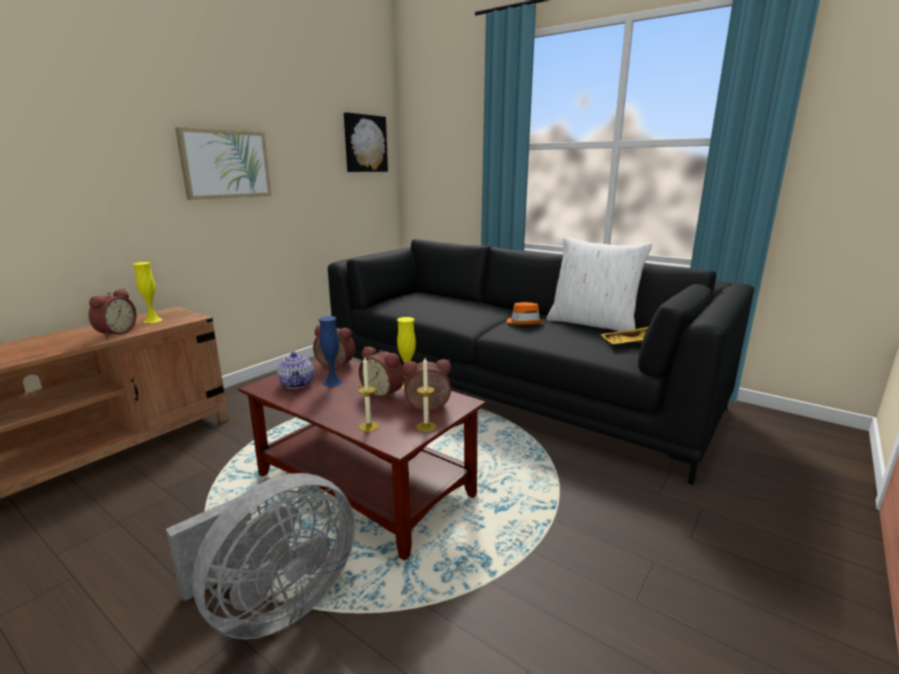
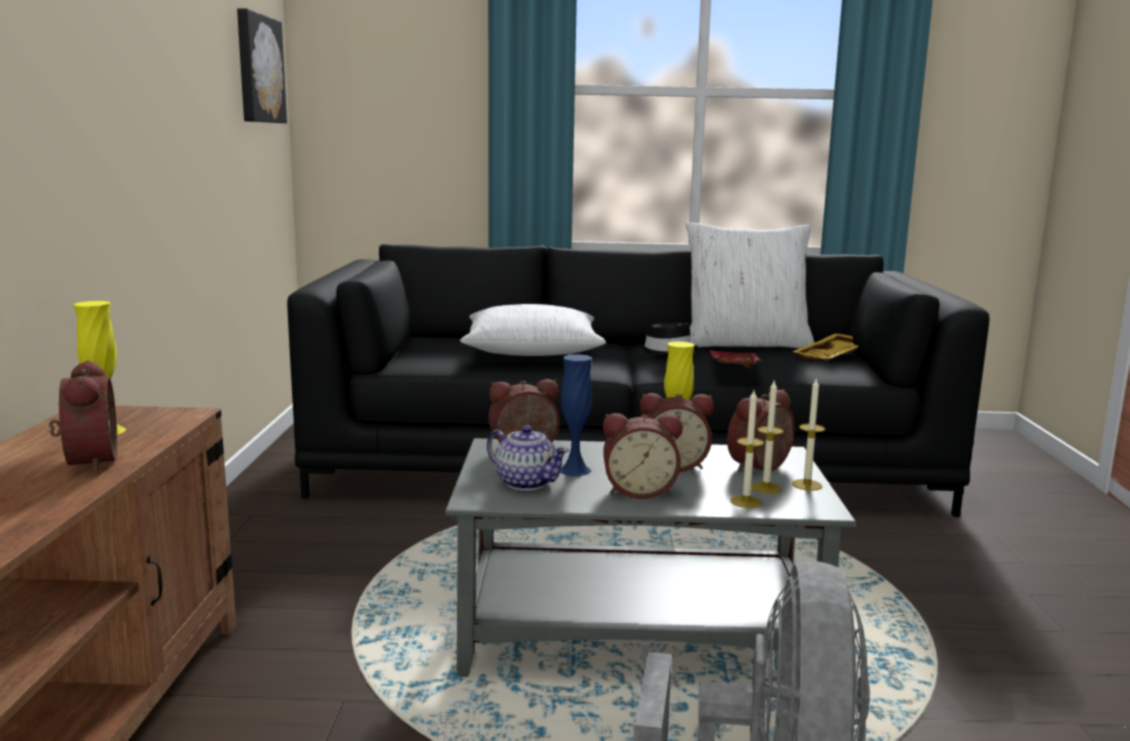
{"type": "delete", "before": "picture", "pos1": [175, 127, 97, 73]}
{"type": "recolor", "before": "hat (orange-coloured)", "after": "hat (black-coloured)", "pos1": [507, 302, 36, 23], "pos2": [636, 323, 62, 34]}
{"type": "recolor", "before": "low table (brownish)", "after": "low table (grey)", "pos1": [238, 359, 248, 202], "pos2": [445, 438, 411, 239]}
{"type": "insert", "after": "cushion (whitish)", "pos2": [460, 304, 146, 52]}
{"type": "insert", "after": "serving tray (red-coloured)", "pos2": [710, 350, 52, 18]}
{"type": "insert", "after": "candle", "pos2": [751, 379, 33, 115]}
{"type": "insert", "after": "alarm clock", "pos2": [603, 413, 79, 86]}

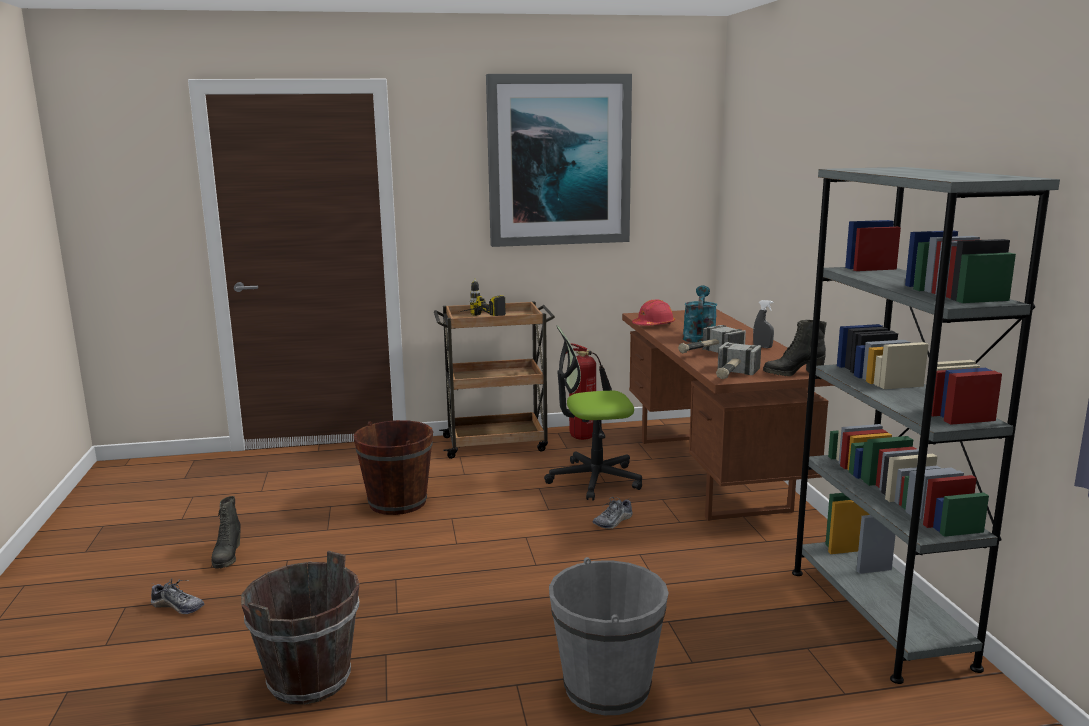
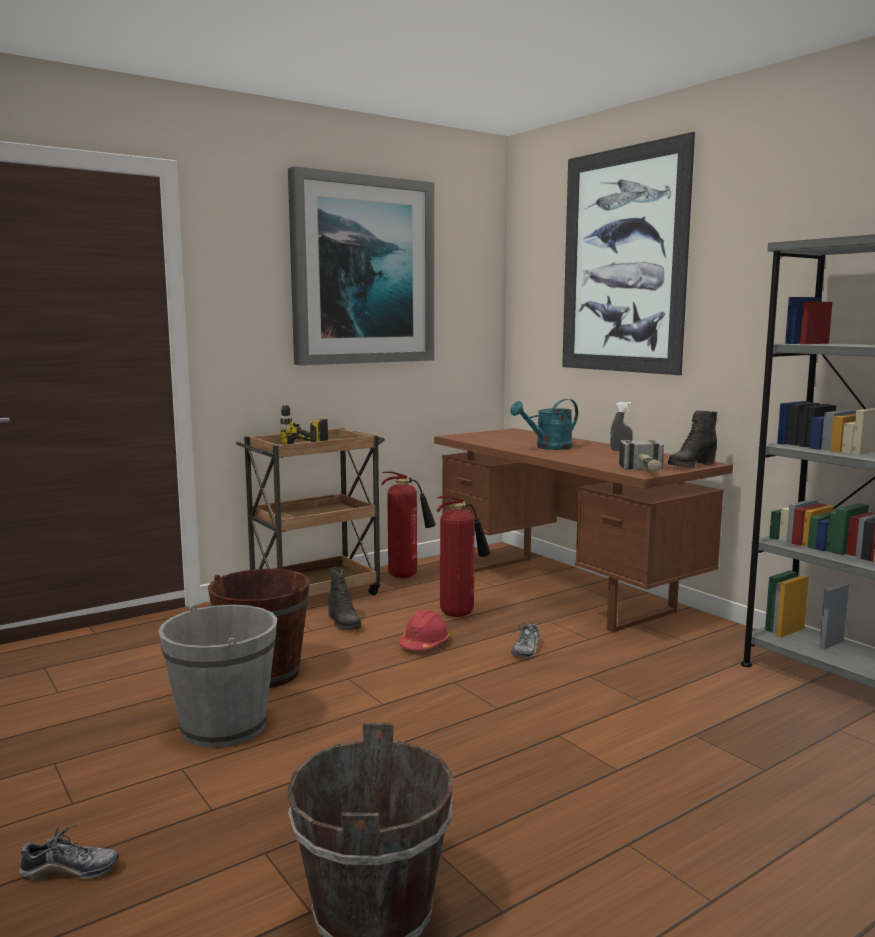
{"type": "rotate", "before": "watering pot (blue-green)", "pos1": [683, 285, 34, 58], "pos2": [510, 399, 68, 51], "turn": -105}
{"type": "move", "before": "work helmet (red-coloured)", "pos1": [632, 299, 43, 27], "pos2": [399, 610, 51, 40]}
{"type": "replace", "before": "computer chair", "after": "fire extinguisher", "pos1": [544, 325, 98, 175], "pos2": [437, 496, 54, 121]}
{"type": "delete", "before": "hammer", "pos1": [678, 325, 68, 28]}
{"type": "move", "before": "high-top boot (black-coloured)", "pos1": [212, 496, 29, 73], "pos2": [328, 567, 34, 63]}
{"type": "move", "before": "pail (grey)", "pos1": [549, 557, 120, 158], "pos2": [158, 605, 119, 143]}
{"type": "insert", "after": "picture", "pos2": [562, 132, 133, 243]}

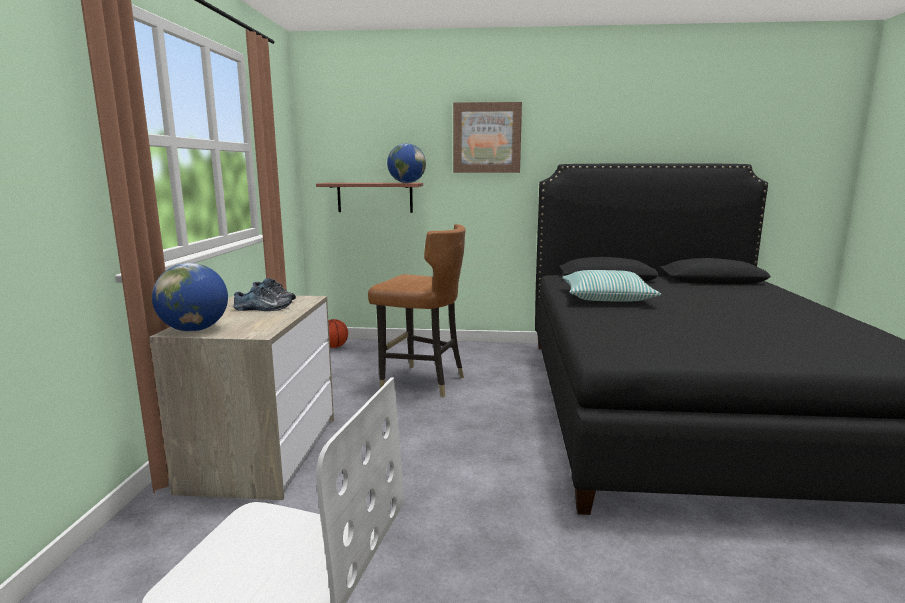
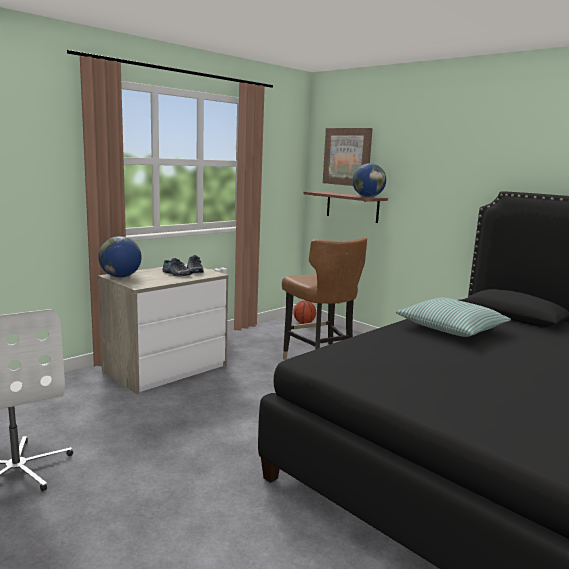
{"type": "move", "before": "picture", "pos1": [453, 102, 69, 71], "pos2": [323, 128, 50, 58]}

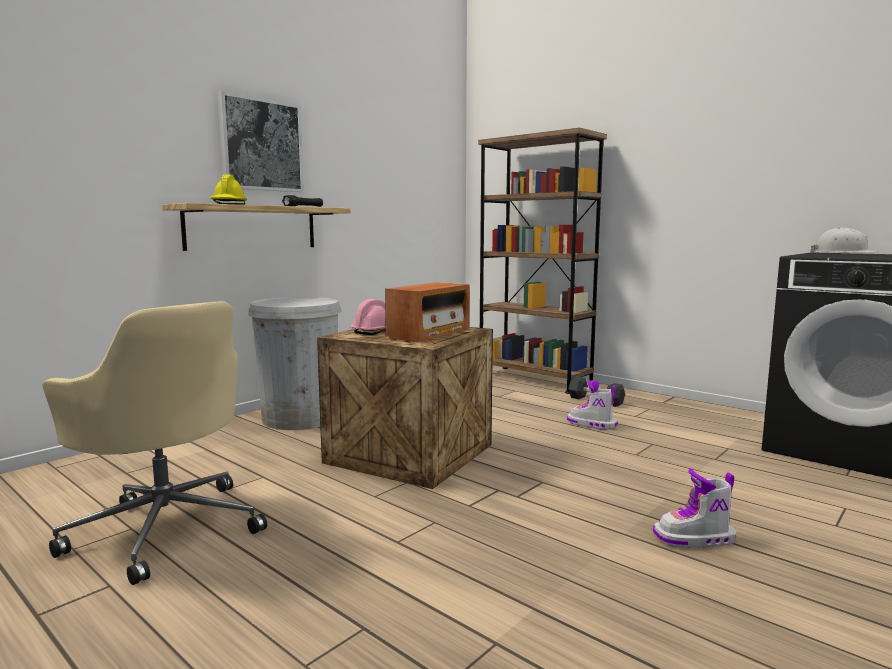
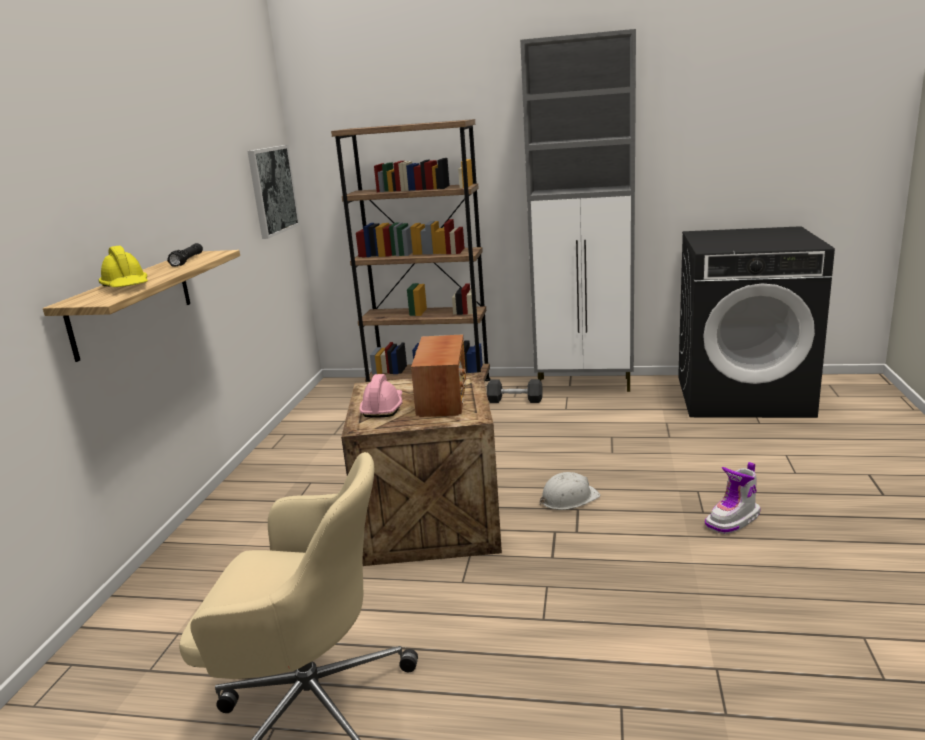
{"type": "move", "before": "picture", "pos1": [218, 91, 86, 101], "pos2": [248, 145, 52, 94]}
{"type": "move", "before": "work helmet (whitish)", "pos1": [810, 227, 69, 27], "pos2": [539, 472, 61, 38]}
{"type": "delete", "before": "trash can (whitish)", "pos1": [247, 297, 95, 133]}
{"type": "delete", "before": "high-top boot", "pos1": [567, 380, 51, 50]}
{"type": "insert", "after": "cupboard (grey)", "pos2": [520, 29, 116, 363]}

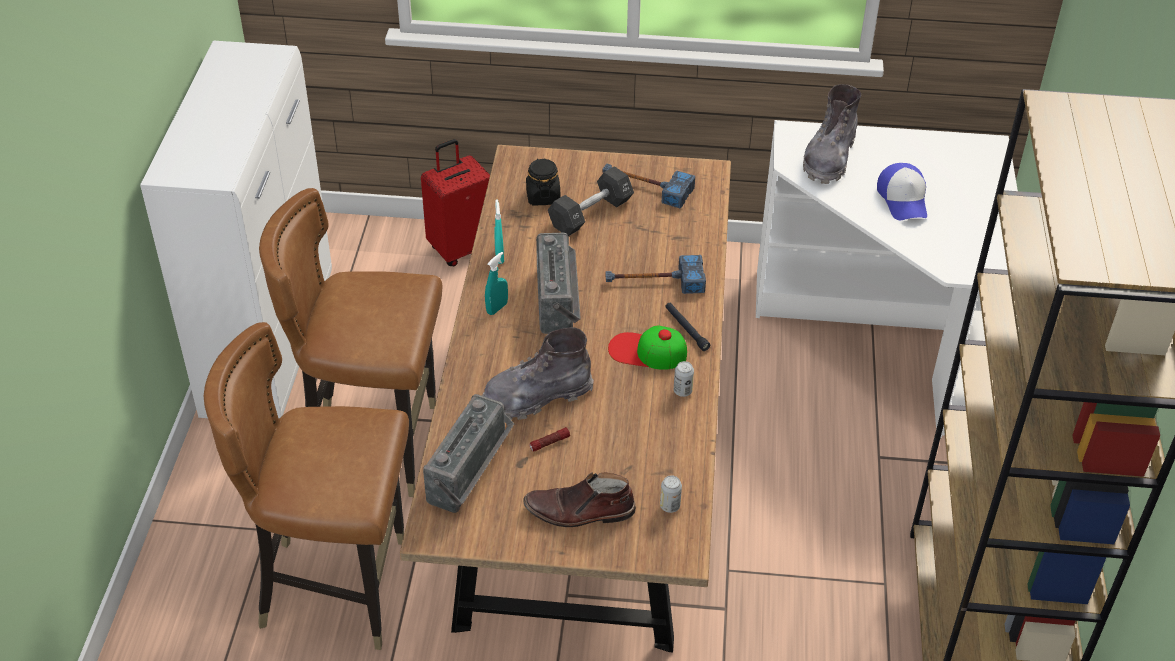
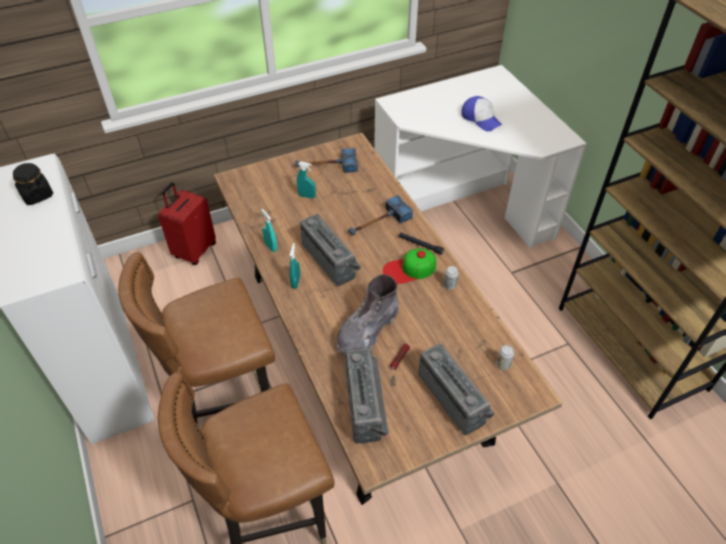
{"type": "delete", "before": "high-top boot (grey)", "pos1": [803, 84, 58, 100]}
{"type": "move", "before": "preserve jar (black-coloured)", "pos1": [526, 158, 34, 47], "pos2": [13, 163, 40, 42]}
{"type": "replace", "before": "dumbbell (black-coloured)", "after": "hand sprayer (blue-green)", "pos1": [548, 166, 86, 70], "pos2": [297, 162, 19, 36]}
{"type": "replace", "before": "high-top boot (brownish)", "after": "radio", "pos1": [523, 472, 113, 55], "pos2": [418, 343, 77, 92]}

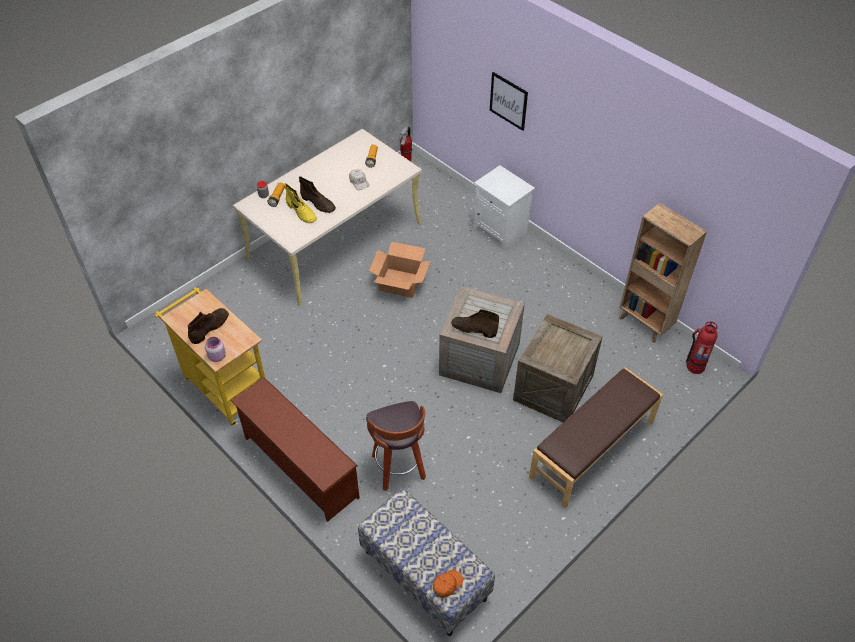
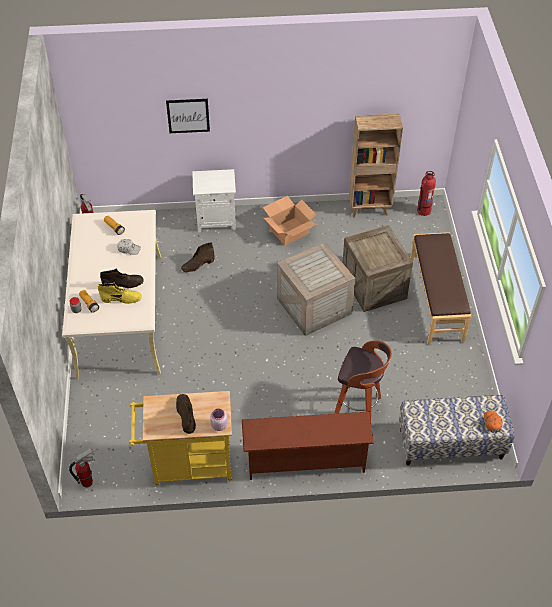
{"type": "move", "before": "packing box", "pos1": [369, 242, 62, 56], "pos2": [263, 196, 54, 50]}
{"type": "move", "before": "high-top boot (brownish)", "pos1": [451, 309, 48, 29], "pos2": [181, 242, 34, 30]}
{"type": "insert", "after": "fire extinguisher", "pos2": [69, 448, 26, 40]}

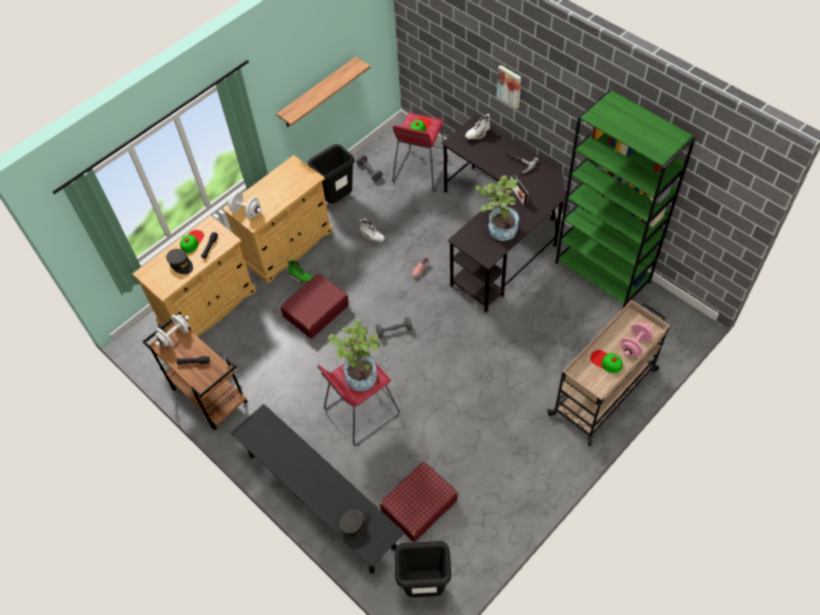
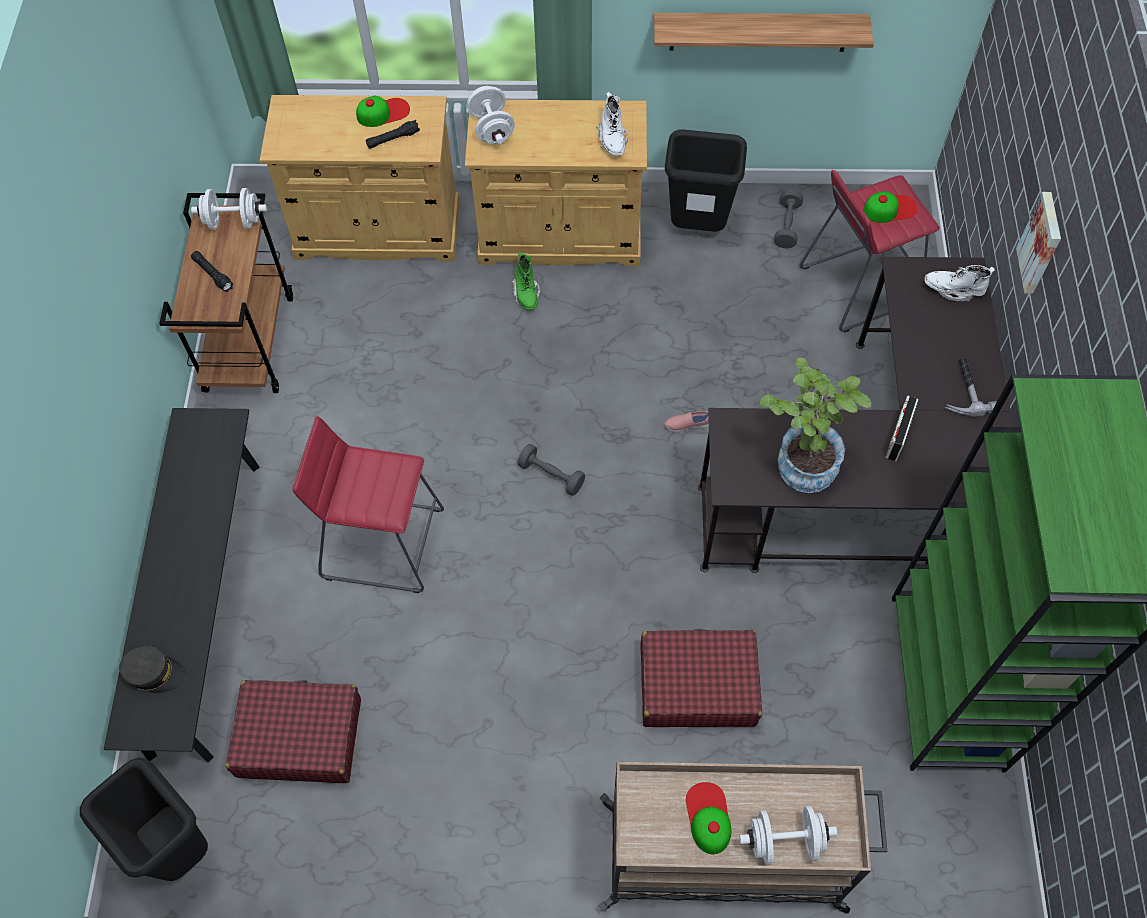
{"type": "move", "before": "high-top boot (whitish)", "pos1": [360, 218, 25, 24], "pos2": [596, 92, 32, 64]}
{"type": "delete", "before": "peaked cap (grey)", "pos1": [166, 249, 27, 25]}
{"type": "move", "before": "travel case (red-coloured)", "pos1": [280, 273, 69, 66], "pos2": [640, 629, 122, 98]}
{"type": "delete", "before": "potted plant", "pos1": [328, 320, 52, 71]}
{"type": "recolor", "before": "dumbbell (pink-coloured)", "after": "dumbbell (whitish)", "pos1": [621, 323, 32, 33], "pos2": [739, 806, 98, 59]}

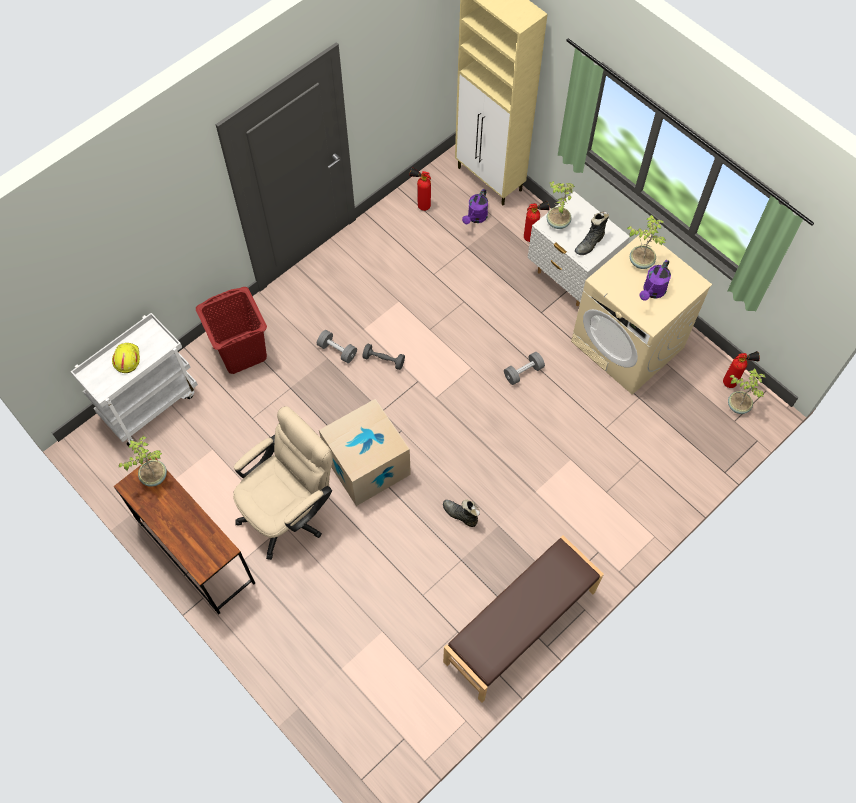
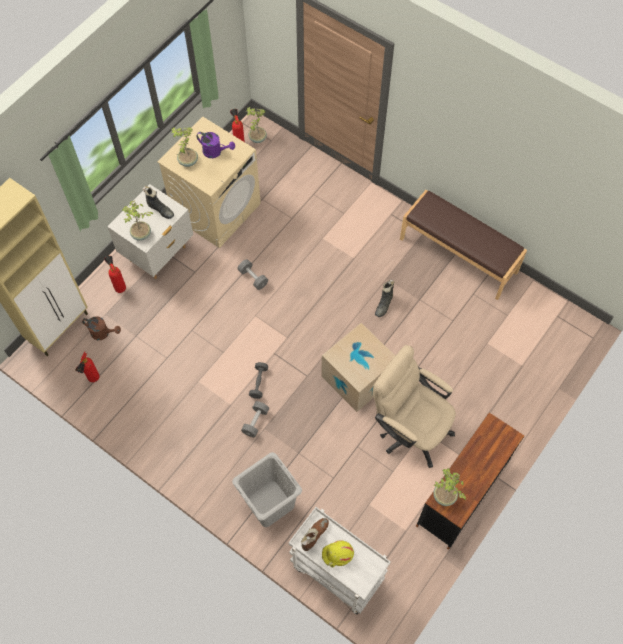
{"type": "recolor", "before": "watering pot (purple)", "after": "watering pot (brownish)", "pos1": [462, 189, 26, 35], "pos2": [82, 316, 39, 24]}
{"type": "recolor", "before": "hamper (red-coloured)", "after": "hamper (grey)", "pos1": [196, 287, 71, 87], "pos2": [232, 452, 70, 75]}
{"type": "insert", "after": "high-top boot (brownish)", "pos2": [301, 518, 28, 33]}

